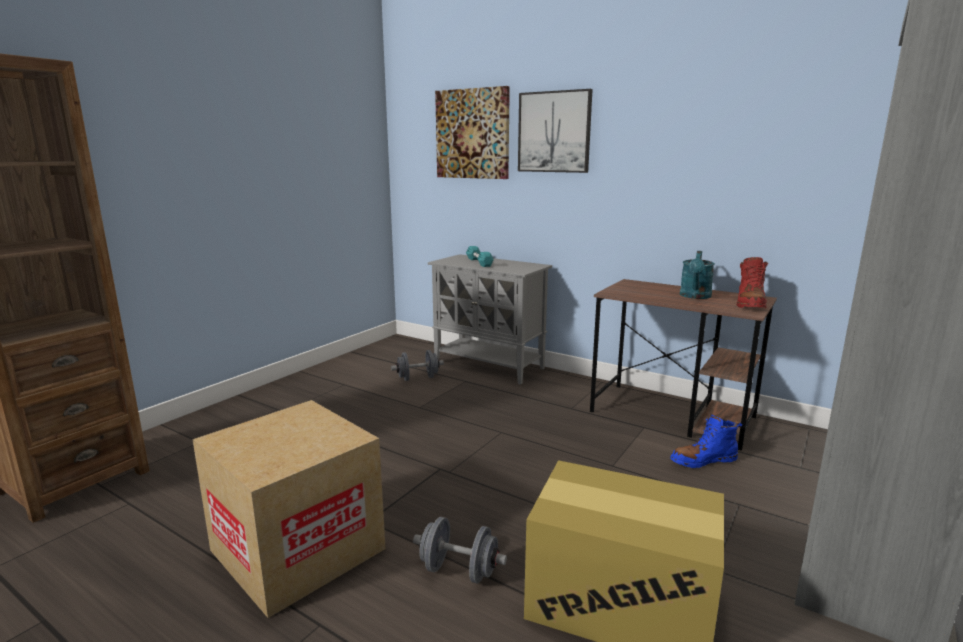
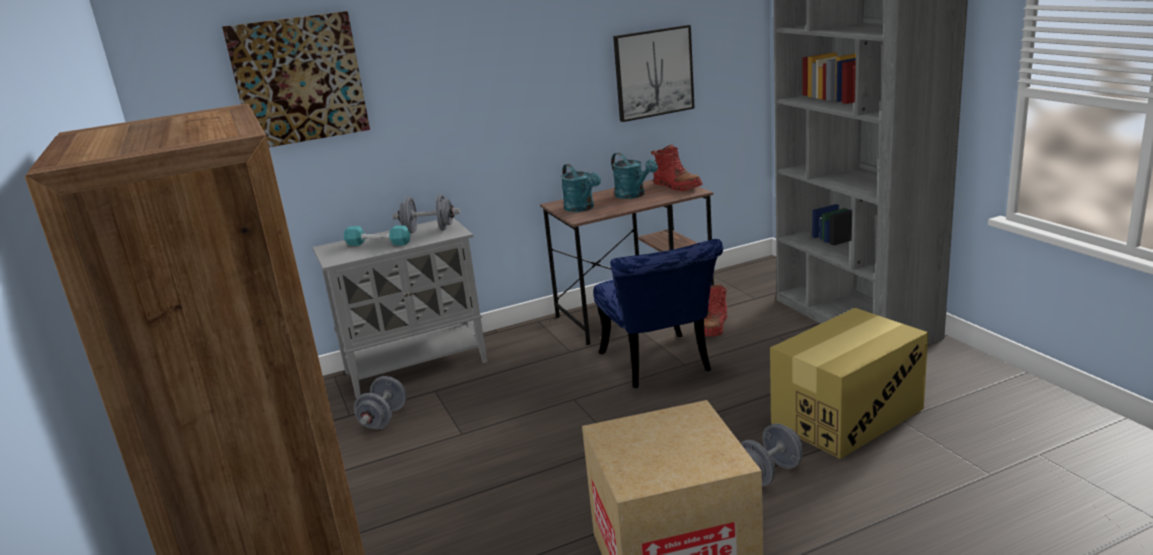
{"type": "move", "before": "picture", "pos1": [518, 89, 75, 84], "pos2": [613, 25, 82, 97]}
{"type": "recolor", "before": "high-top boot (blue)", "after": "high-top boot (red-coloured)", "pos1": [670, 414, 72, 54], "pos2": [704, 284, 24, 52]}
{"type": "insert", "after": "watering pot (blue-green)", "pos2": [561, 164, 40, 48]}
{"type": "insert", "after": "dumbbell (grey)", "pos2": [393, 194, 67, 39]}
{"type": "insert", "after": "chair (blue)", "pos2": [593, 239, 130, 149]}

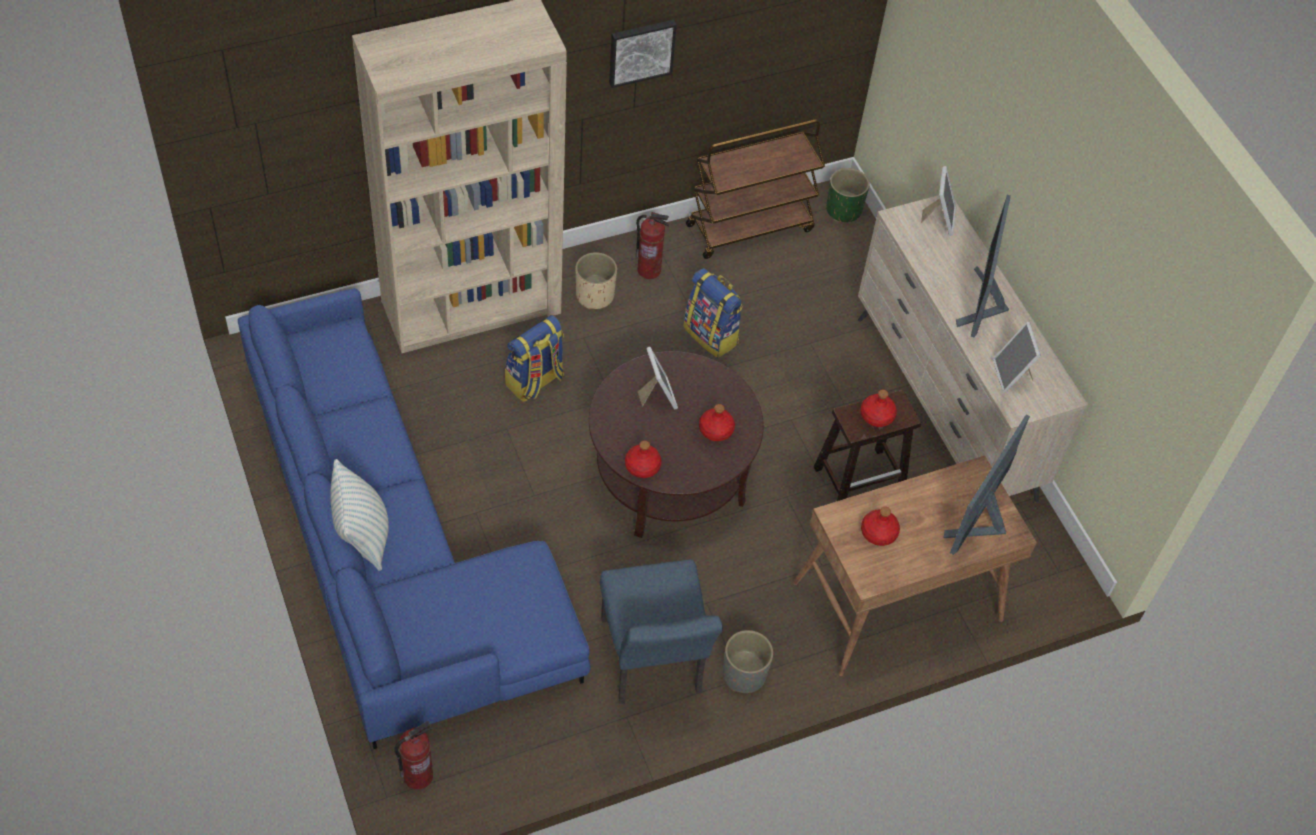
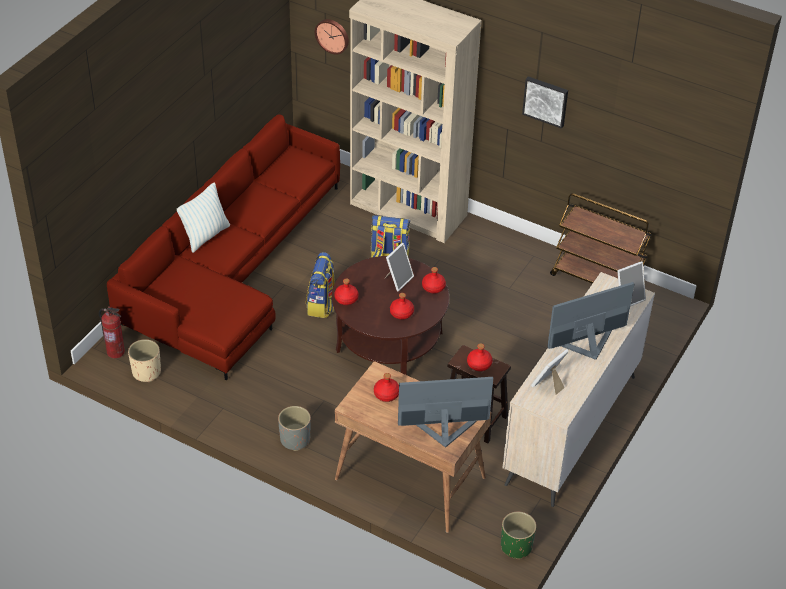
{"type": "move", "before": "flower pot (green)", "pos1": [826, 168, 44, 54], "pos2": [501, 512, 35, 47]}
{"type": "delete", "before": "fire extinguisher", "pos1": [636, 212, 33, 67]}
{"type": "move", "before": "flower pot (beige-coloured)", "pos1": [575, 252, 42, 57], "pos2": [128, 339, 33, 43]}
{"type": "move", "before": "rucksack", "pos1": [683, 268, 60, 90], "pos2": [306, 252, 29, 66]}
{"type": "recolor", "before": "settee (blue)", "after": "settee (red-coloured)", "pos1": [238, 288, 353, 461], "pos2": [107, 115, 233, 266]}
{"type": "delete", "before": "chair (blue)", "pos1": [600, 559, 123, 145]}
{"type": "insert", "after": "hanging clock", "pos2": [315, 19, 34, 36]}
{"type": "insert", "after": "drink bottle (red-coloured)", "pos2": [422, 267, 24, 27]}

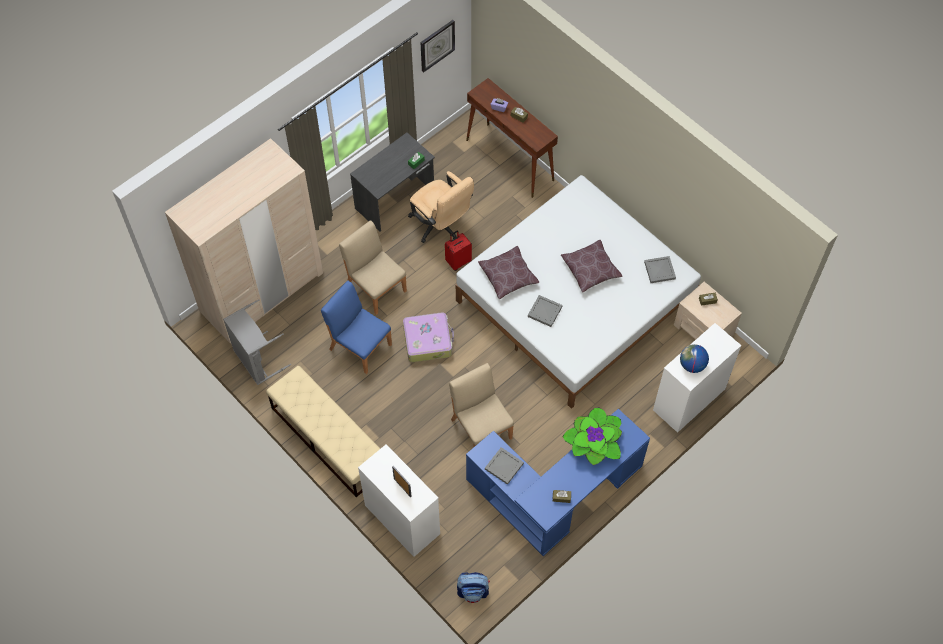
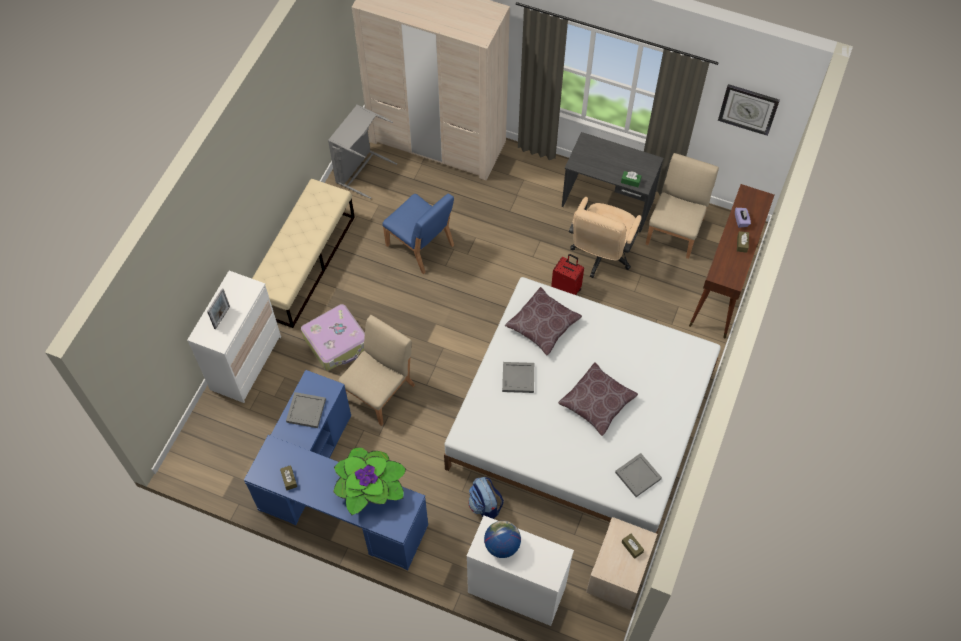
{"type": "move", "before": "chair (beige-coloured)", "pos1": [339, 220, 68, 95], "pos2": [646, 153, 73, 106]}
{"type": "rotate", "before": "chair (blue)", "pos1": [321, 280, 71, 94], "pos2": [382, 194, 72, 80], "turn": 120}
{"type": "move", "before": "travel case", "pos1": [403, 312, 51, 50], "pos2": [301, 304, 64, 66]}
{"type": "move", "before": "rucksack", "pos1": [457, 572, 33, 31], "pos2": [469, 477, 35, 42]}

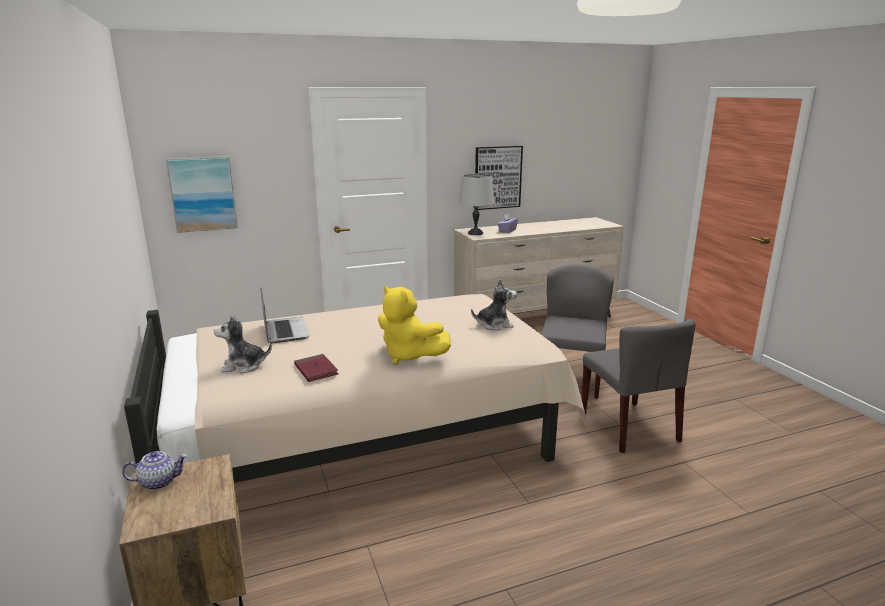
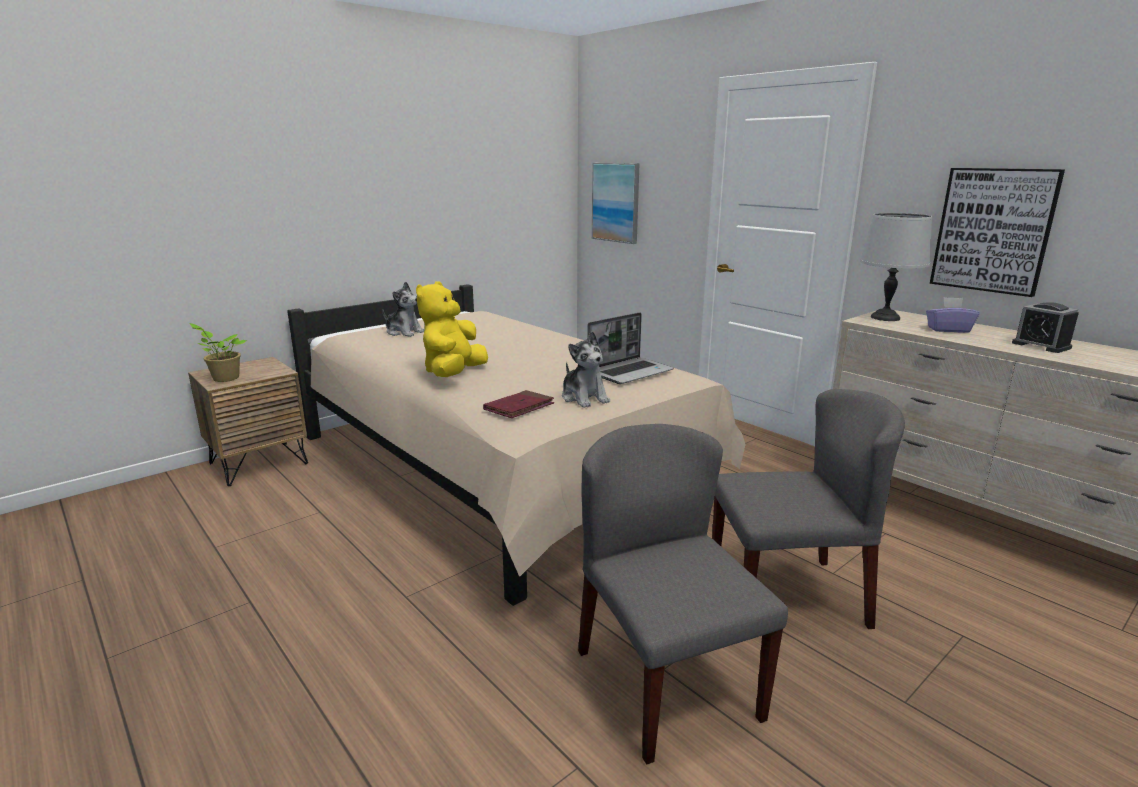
{"type": "move", "before": "laptop", "pos1": [261, 288, 49, 56], "pos2": [587, 312, 87, 72]}
{"type": "rotate", "before": "plush toy", "pos1": [214, 316, 58, 57], "pos2": [382, 282, 42, 55], "turn": 150}
{"type": "rotate", "before": "chair (grey)", "pos1": [582, 319, 114, 134], "pos2": [578, 424, 210, 341], "turn": 105}
{"type": "move", "before": "bound book (red-coloured)", "pos1": [294, 354, 45, 28], "pos2": [483, 390, 71, 28]}
{"type": "delete", "before": "pot for tea", "pos1": [122, 451, 65, 39]}
{"type": "insert", "after": "alarm clock", "pos2": [1012, 302, 67, 51]}
{"type": "insert", "after": "potted plant", "pos2": [189, 323, 58, 59]}

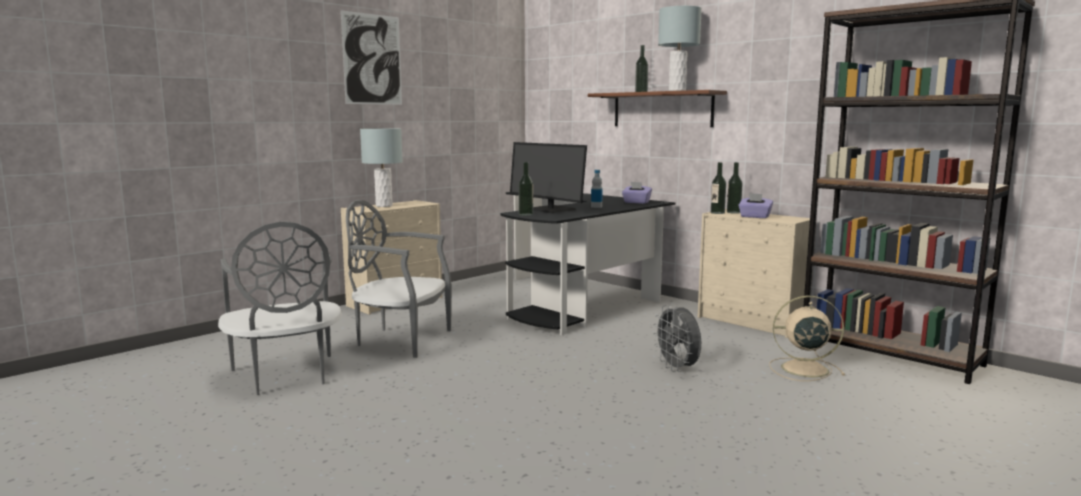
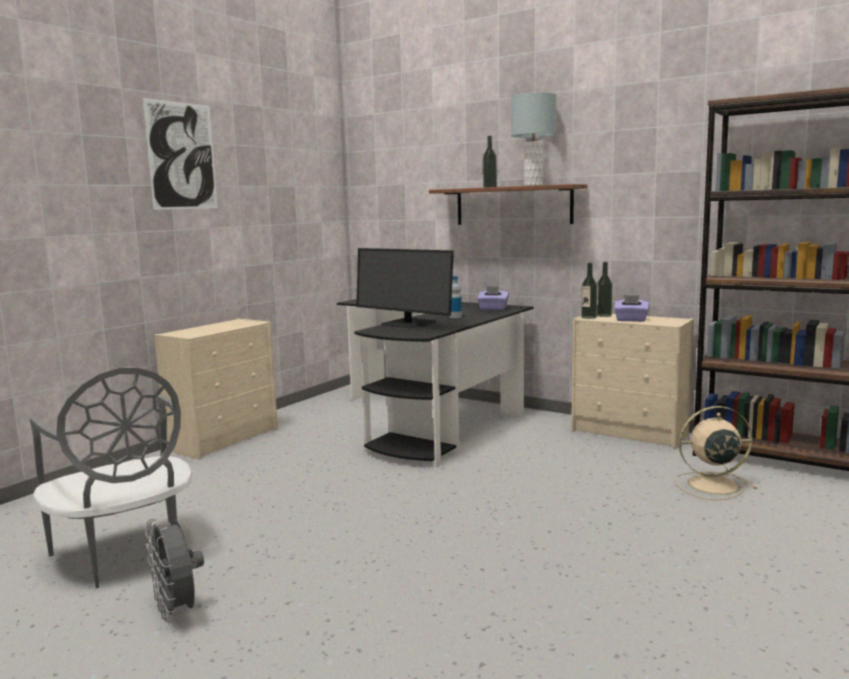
{"type": "delete", "before": "table lamp (grey)", "pos1": [360, 128, 42, 79]}
{"type": "delete", "before": "drink bottle", "pos1": [519, 162, 14, 54]}
{"type": "delete", "before": "chair (grey)", "pos1": [346, 200, 106, 158]}
{"type": "move", "before": "electric fan (grey)", "pos1": [653, 304, 48, 68], "pos2": [145, 518, 59, 104]}

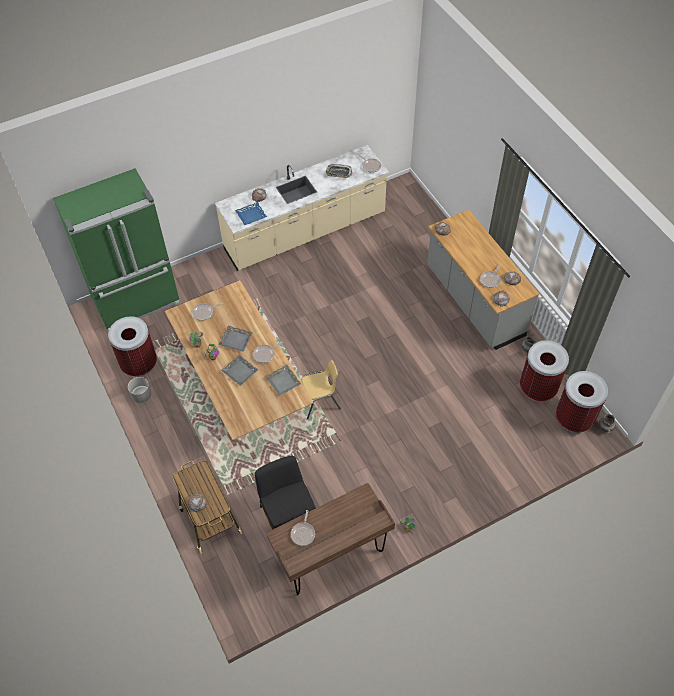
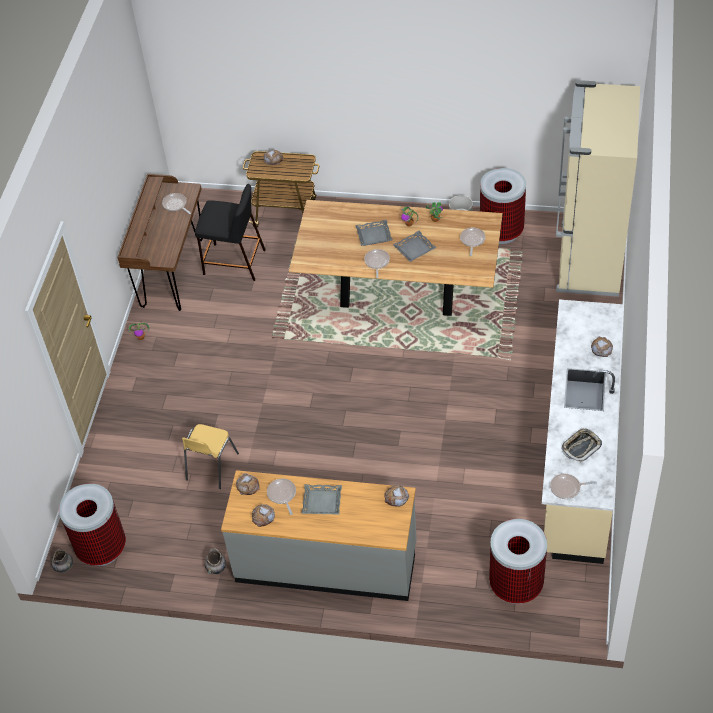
{"type": "recolor", "before": "refrigerator (green)", "after": "refrigerator (beige-coloured)", "pos1": [53, 168, 127, 162], "pos2": [556, 80, 84, 217]}
{"type": "delete", "before": "serving tray (blue)", "pos1": [235, 202, 32, 23]}
{"type": "move", "before": "trash can", "pos1": [520, 340, 49, 62], "pos2": [489, 519, 58, 85]}
{"type": "move", "before": "chair (yellowish)", "pos1": [301, 360, 40, 60], "pos2": [182, 424, 57, 65]}
{"type": "move", "before": "serving tray (grey)", "pos1": [265, 365, 36, 31], "pos2": [301, 484, 41, 31]}

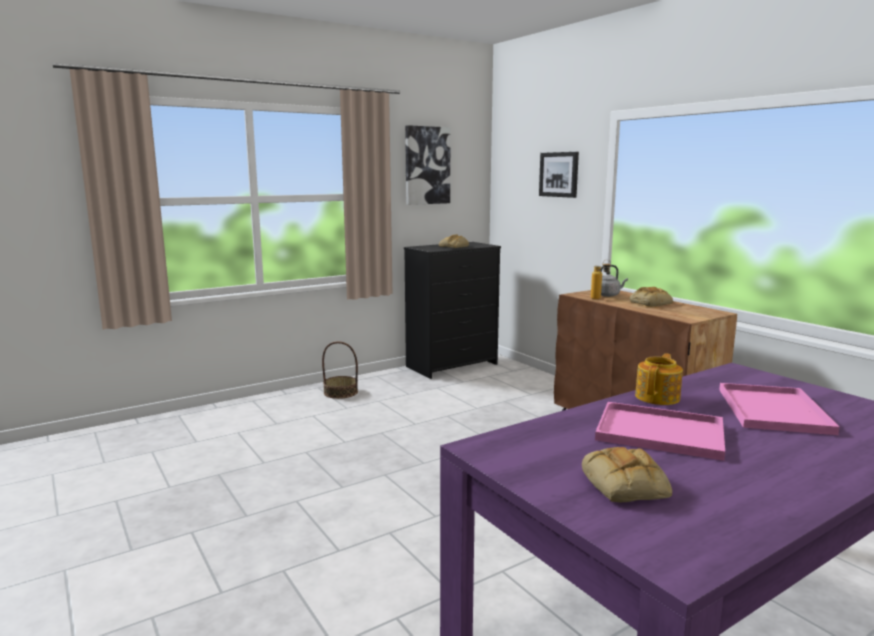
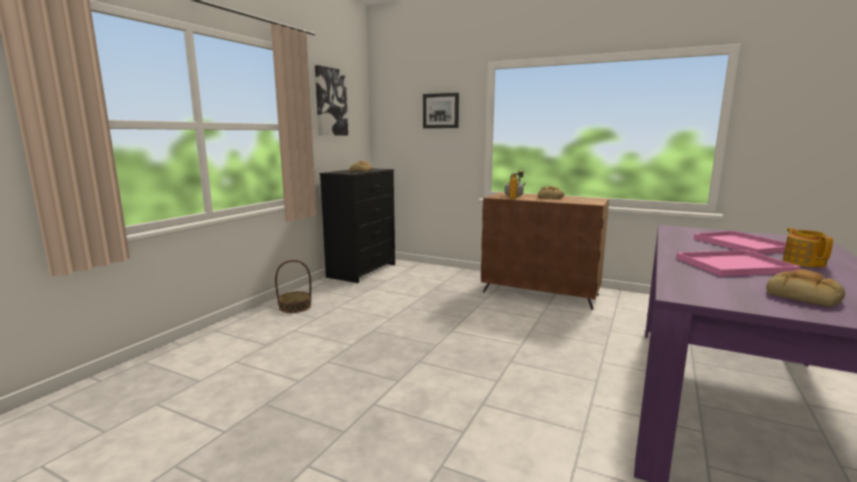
{"type": "move", "before": "pot for tea", "pos1": [635, 353, 48, 52], "pos2": [783, 228, 50, 39]}

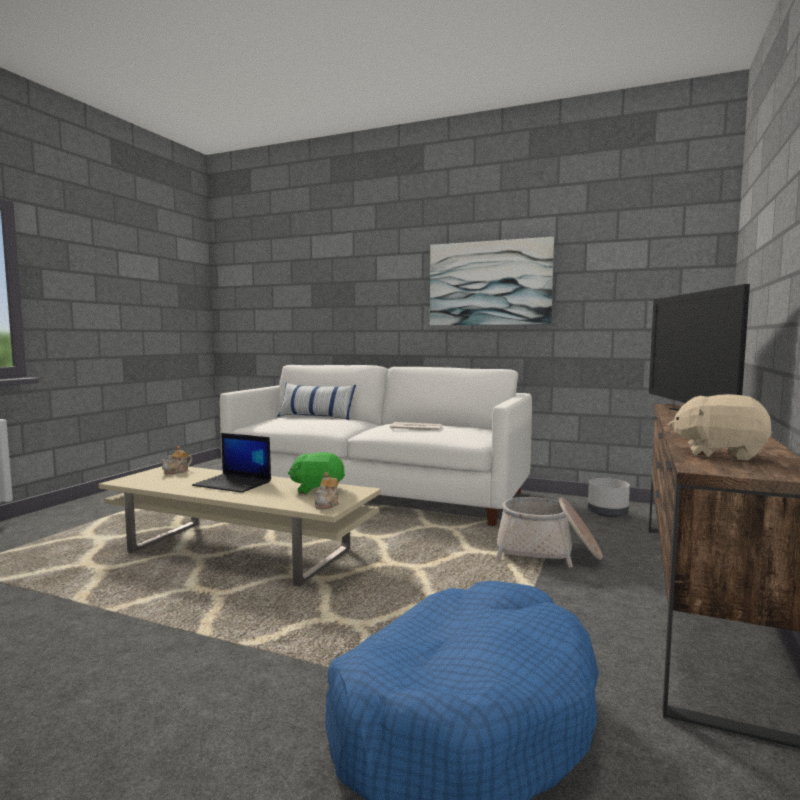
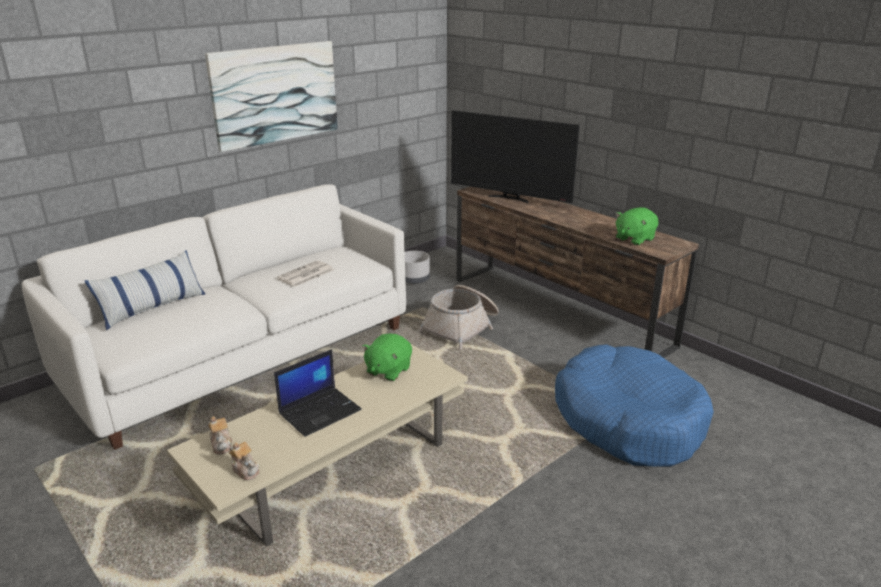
{"type": "recolor", "before": "plush toy (beige-coloured)", "after": "plush toy (green)", "pos1": [669, 394, 104, 67], "pos2": [616, 207, 43, 38]}
{"type": "move", "before": "pot for tea", "pos1": [315, 472, 24, 37], "pos2": [229, 442, 30, 38]}

